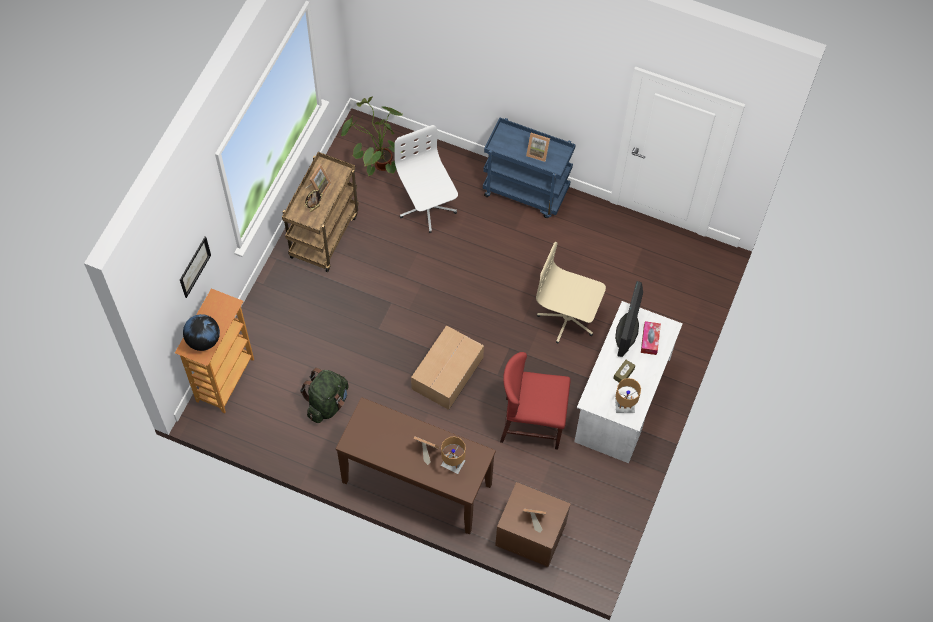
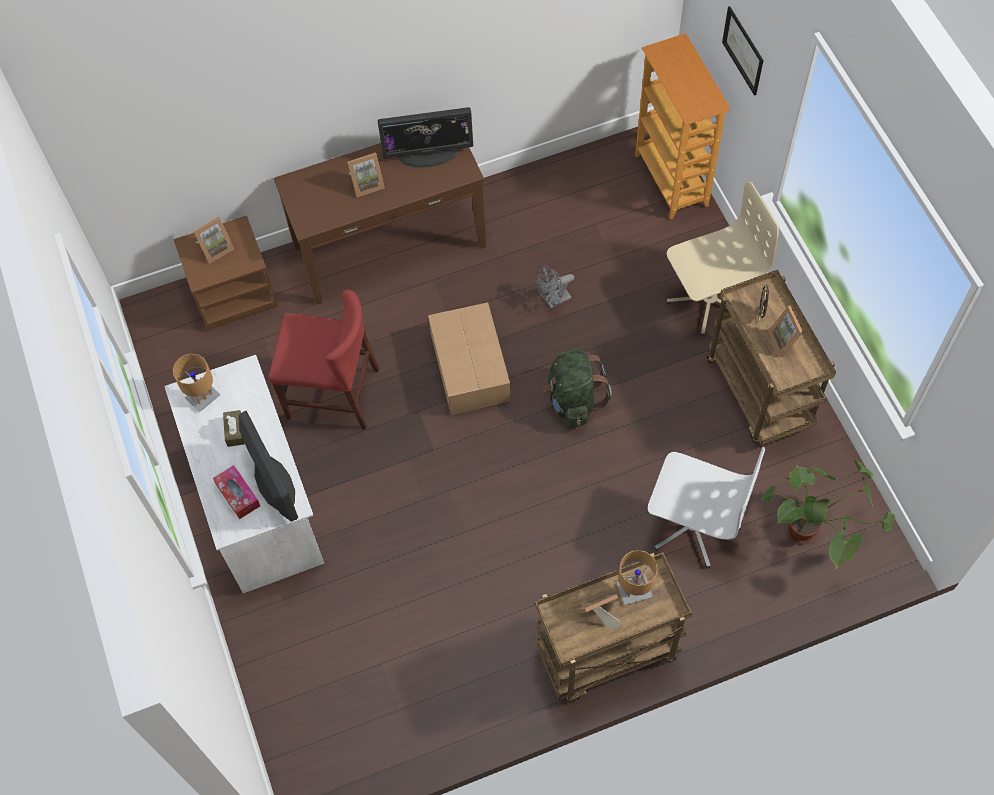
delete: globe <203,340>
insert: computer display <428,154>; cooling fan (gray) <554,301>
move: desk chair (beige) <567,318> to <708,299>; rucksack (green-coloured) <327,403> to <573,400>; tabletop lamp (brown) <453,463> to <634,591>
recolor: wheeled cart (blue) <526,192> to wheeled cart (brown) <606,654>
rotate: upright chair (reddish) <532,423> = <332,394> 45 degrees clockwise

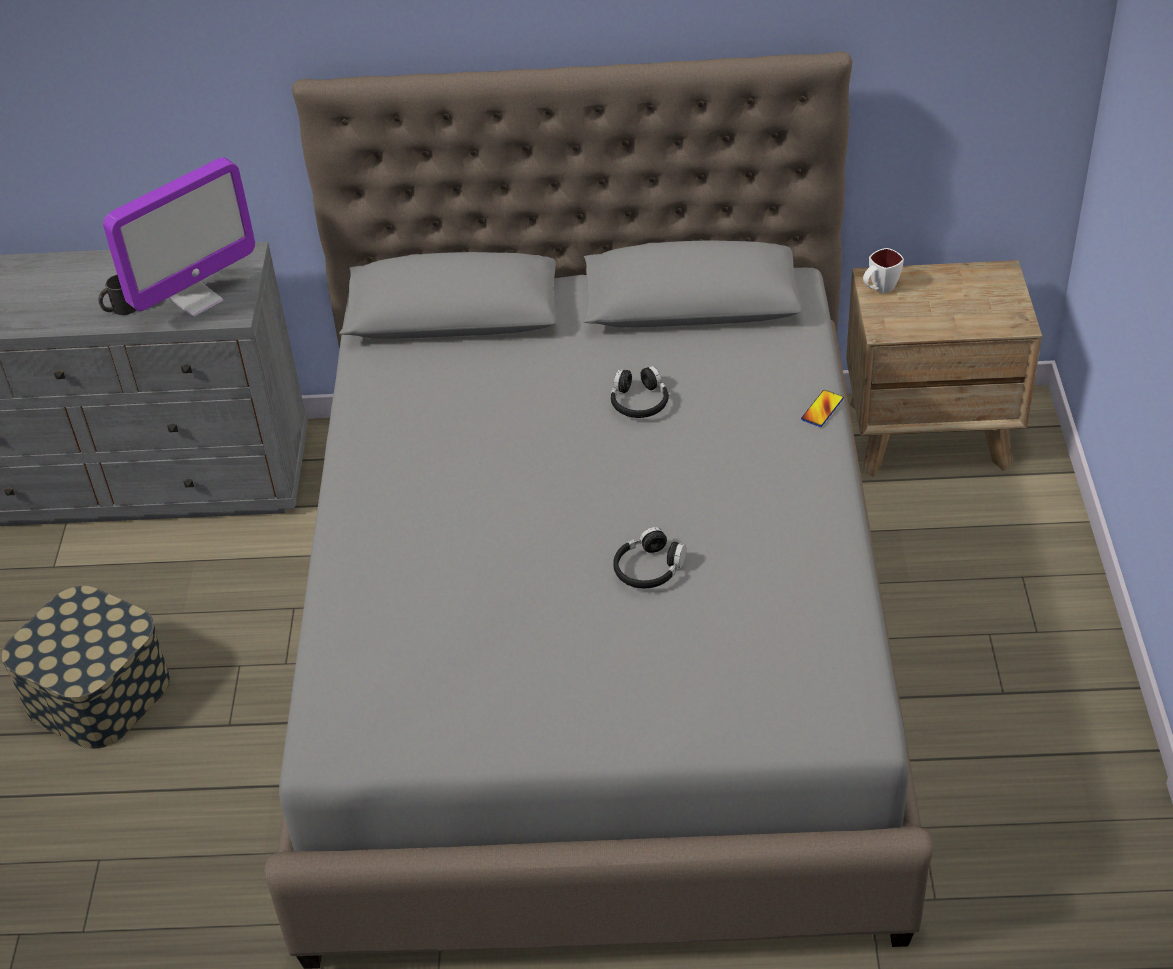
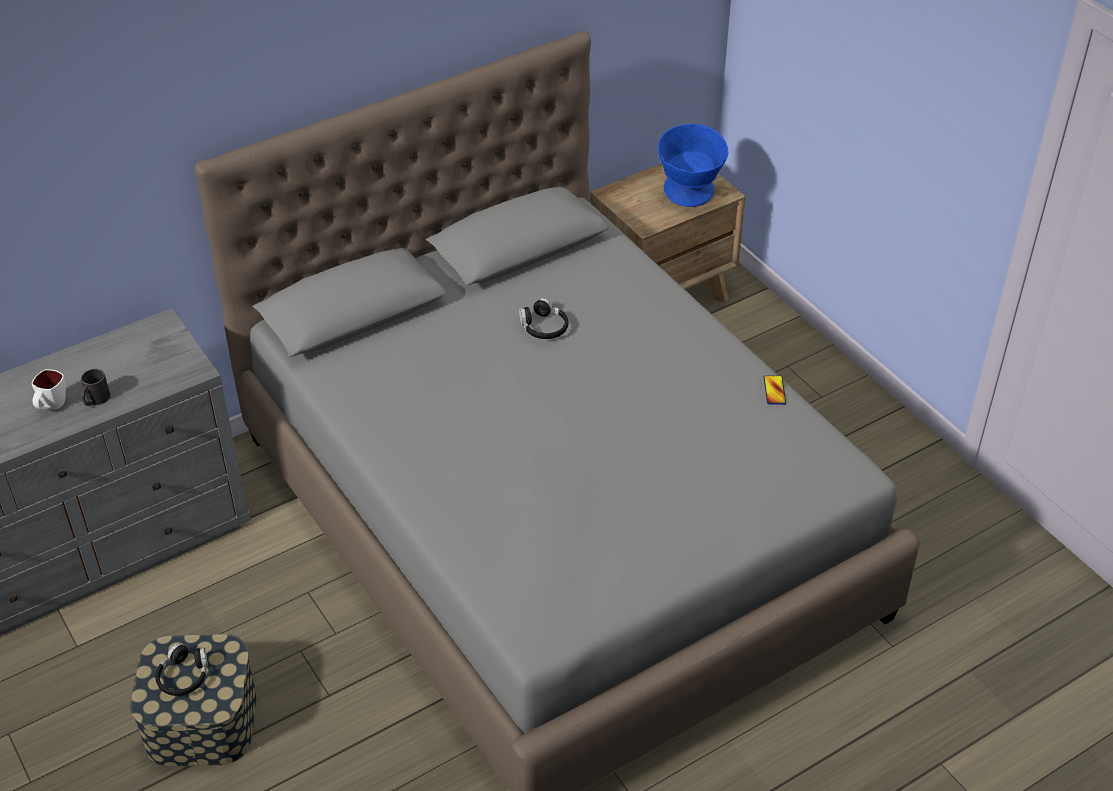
delete: computer display <197,300>
insert: deep dish (blue) <689,198>
move: mug (white-coloured) <879,289> to <52,407>; telephone <822,409> to <774,390>; pair of headphones (blackish) <649,569> to <184,676>

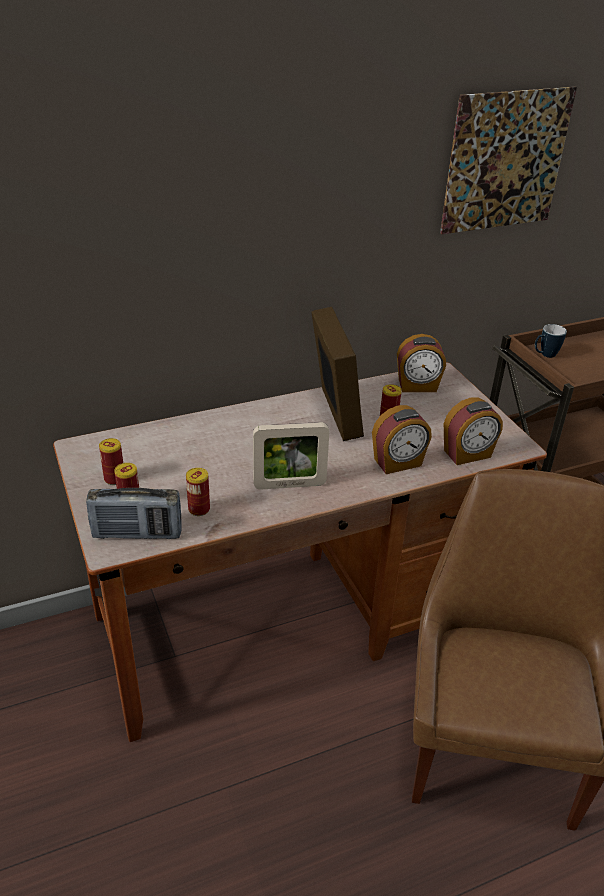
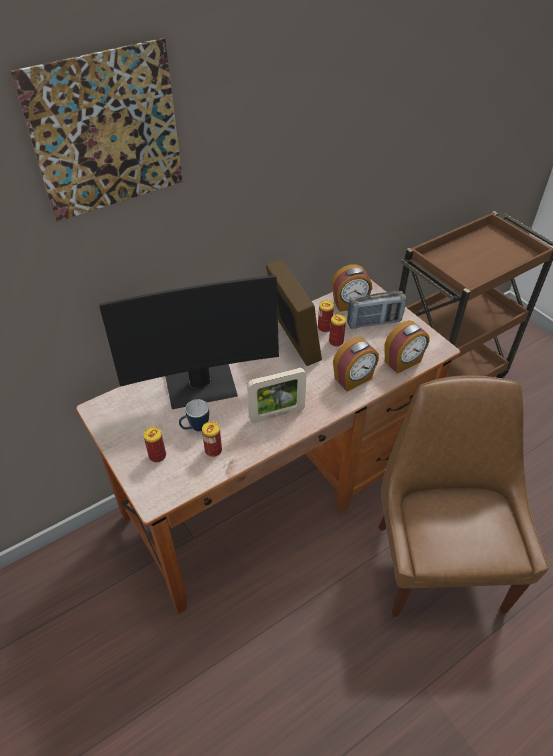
insert: computer display <201,385>
move: wall picture <505,161> to <107,132>; mug <544,355> to <195,428>; sealed can <114,479> to <324,327>; radio set <137,533> to <374,322>

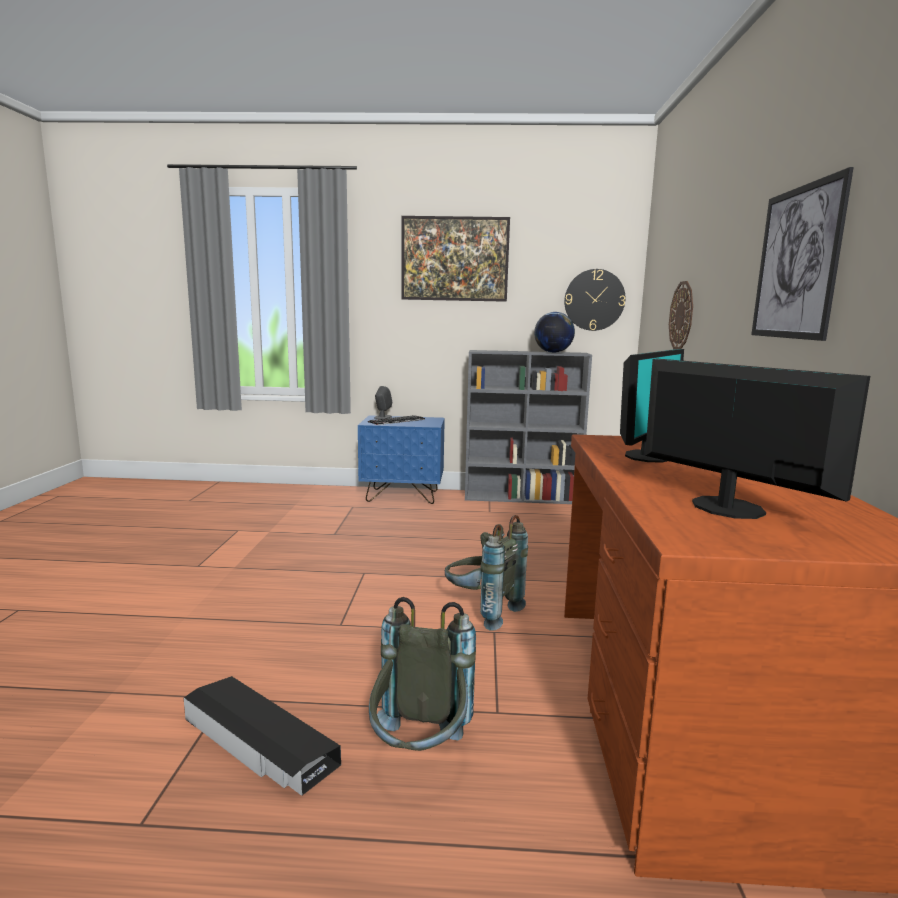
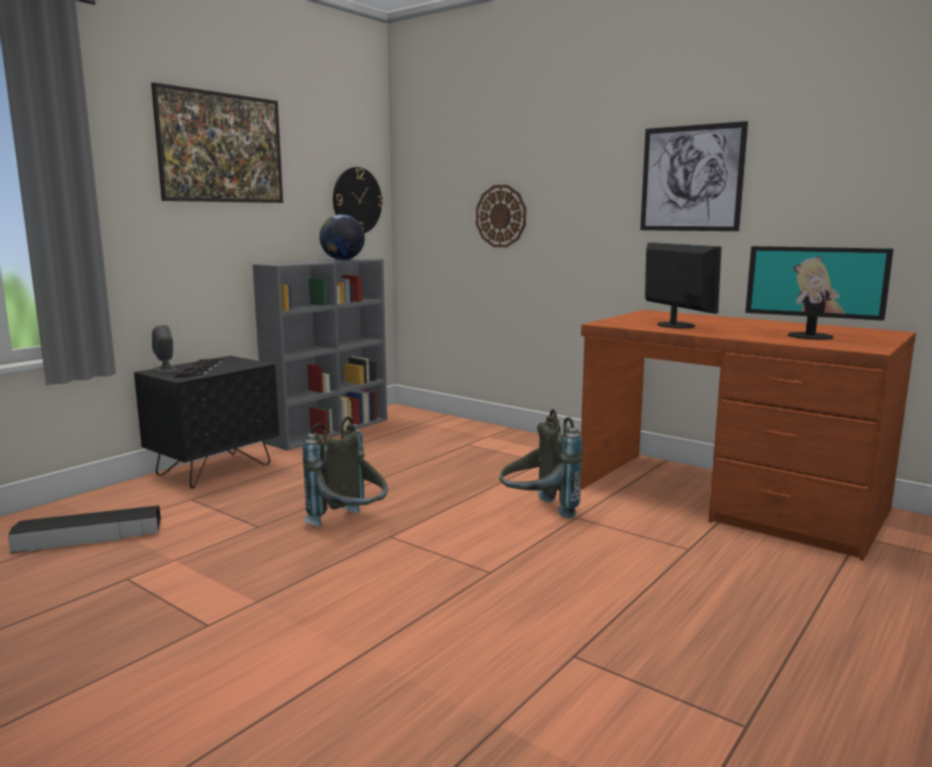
move: rucksack (gray) <419,754> to <351,526>; storage box (blackish) <259,742> to <90,536>
recolor: night table (blue) <403,496> to night table (blackish) <214,470>
rotate: computer display <726,508> = <810,336> 150 degrees counterclockwise

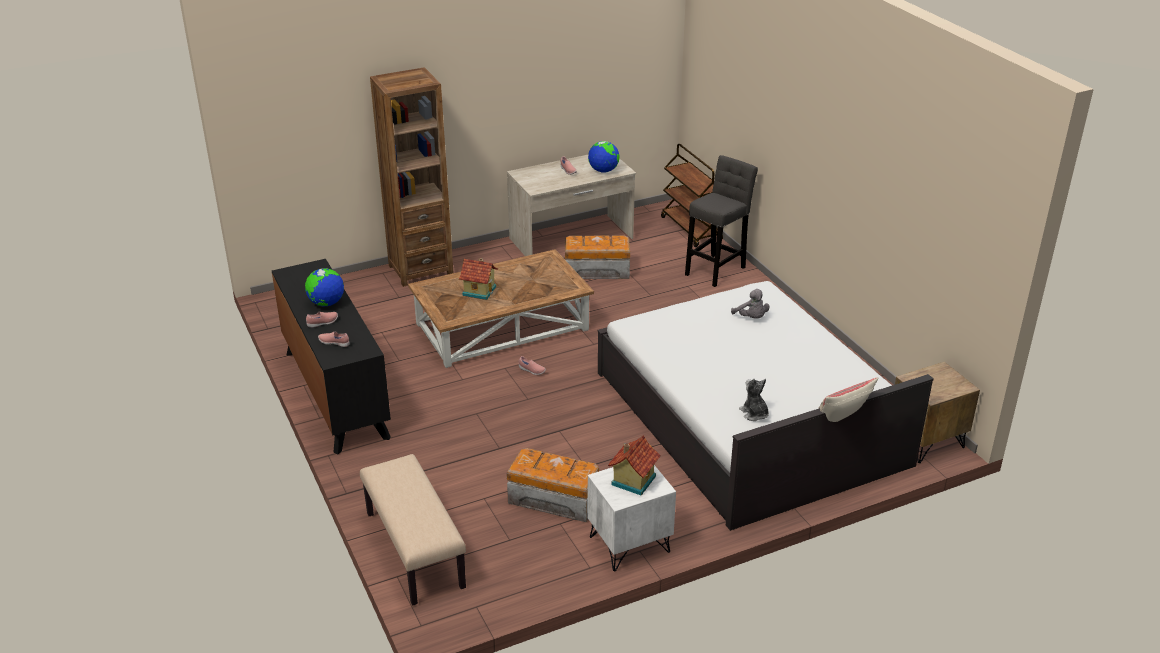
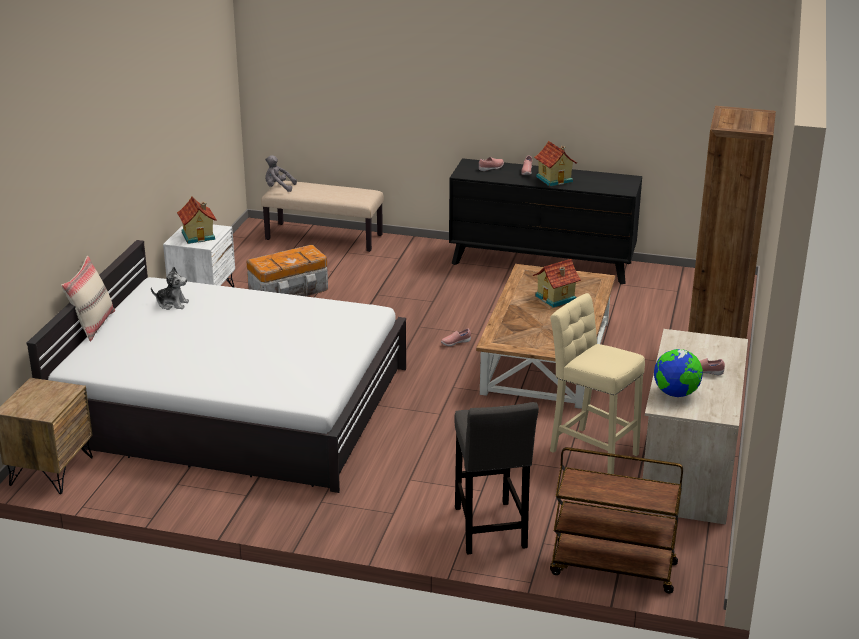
move: soft toy (gray) <751,318> to <278,187>
replace: storage box <596,271> to stool (beige) <590,450>; globe <326,303> to model house <555,179>

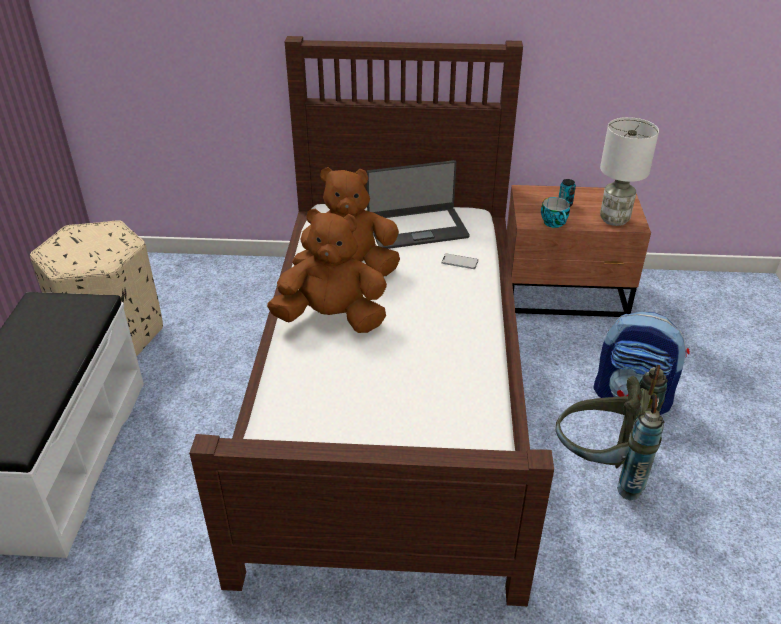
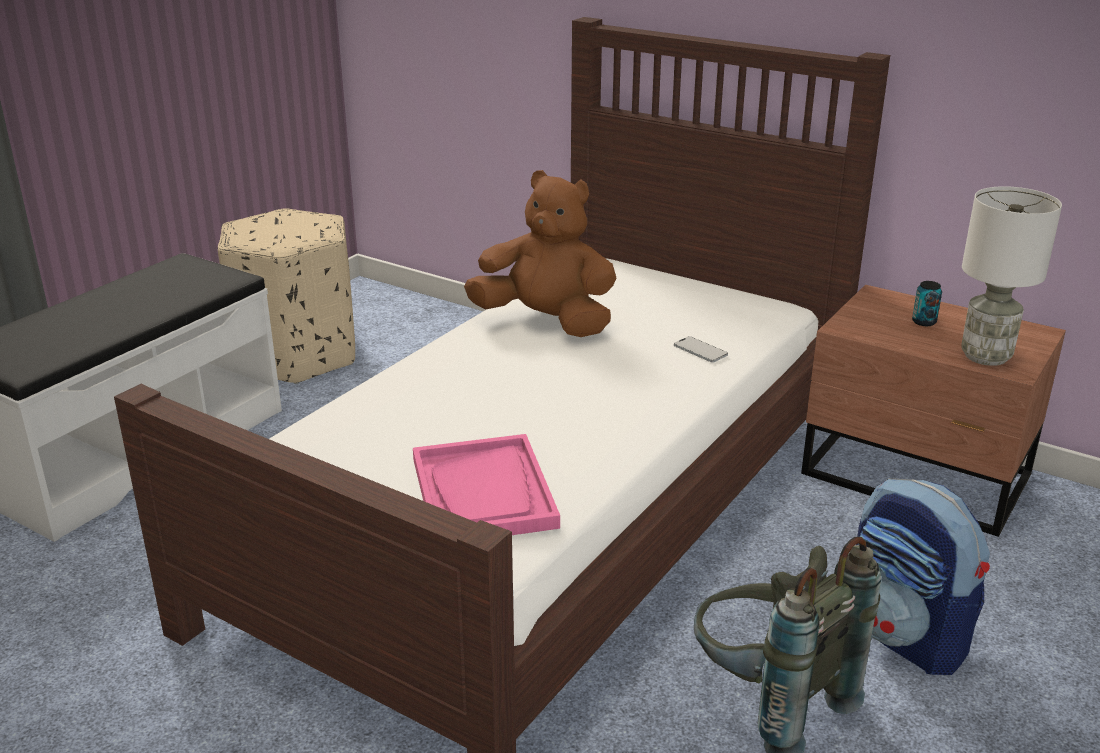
delete: laptop <417,228>; cup <555,223>; soft toy (brown) <332,319>
insert: tray (pink) <483,493>

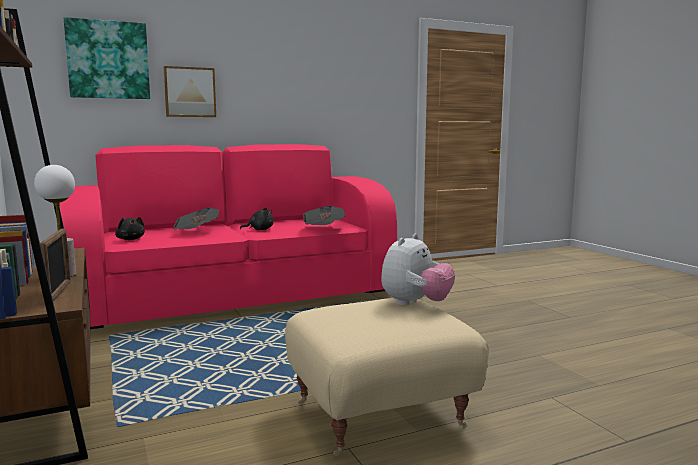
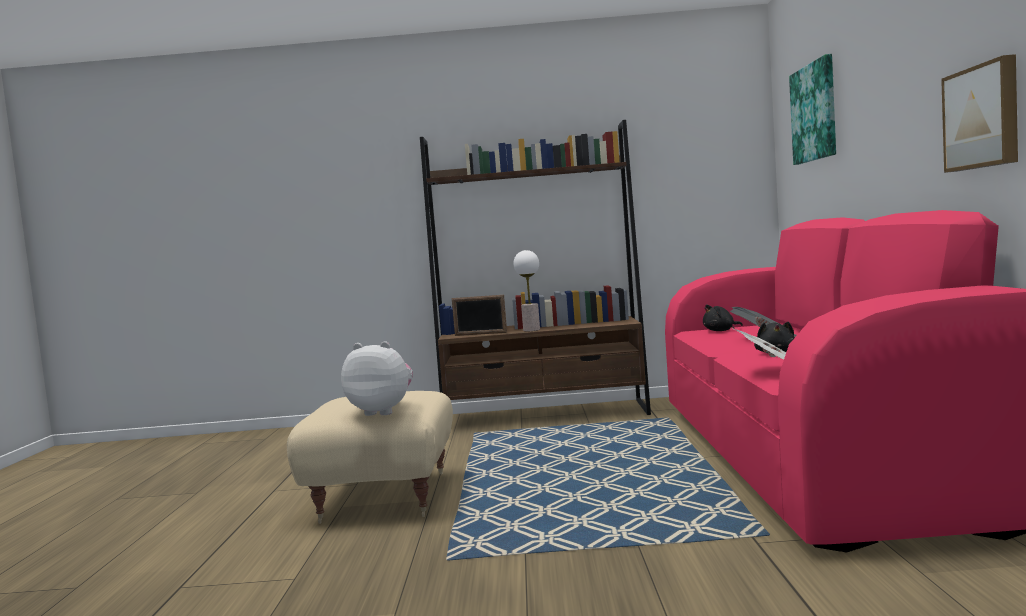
move: wall picture <189,92> to <983,117>
rotate: soft toy <415,304> = <382,411> 135 degrees clockwise

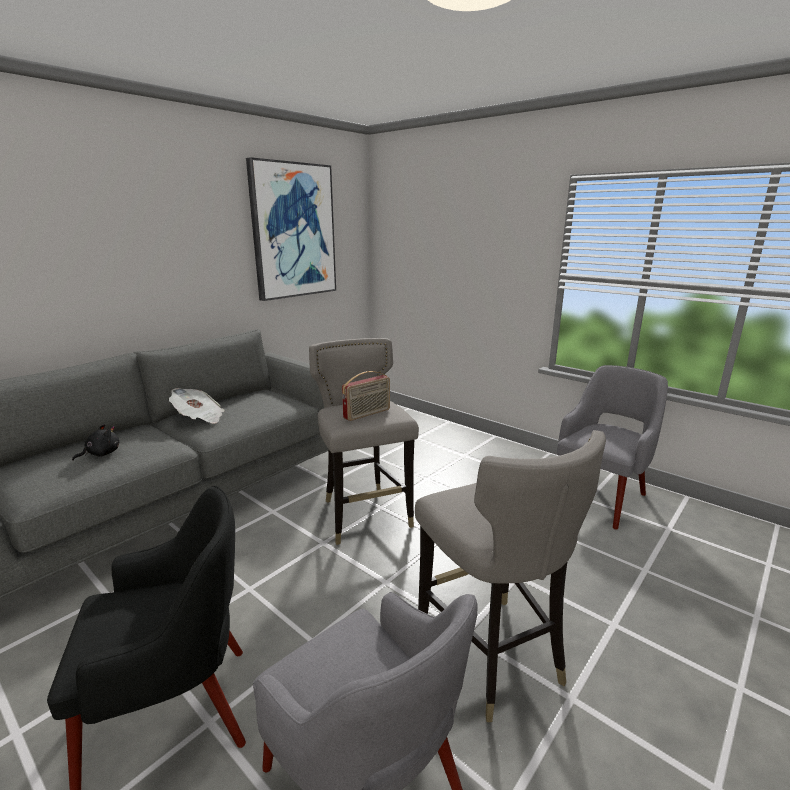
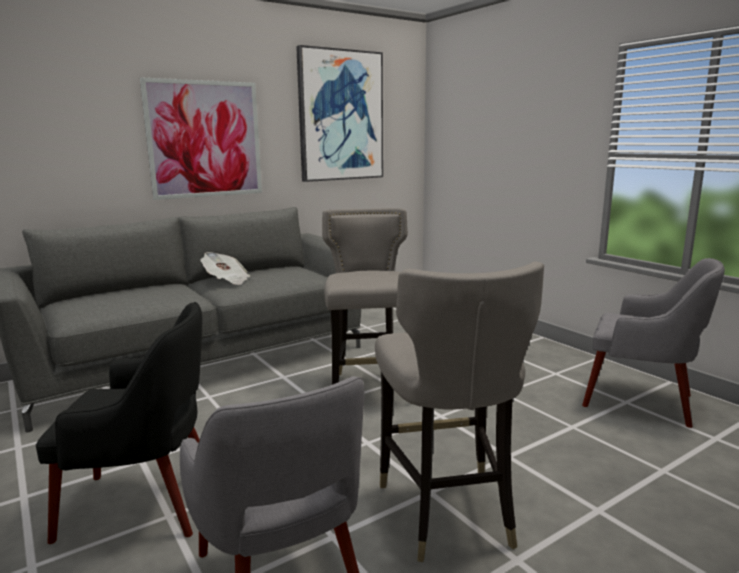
delete: radio set <367,414>; soft toy (blackish) <101,454>
insert: wall picture <205,139>
rotate: lounge chair (gray) <600,497> = <641,401> 60 degrees clockwise

